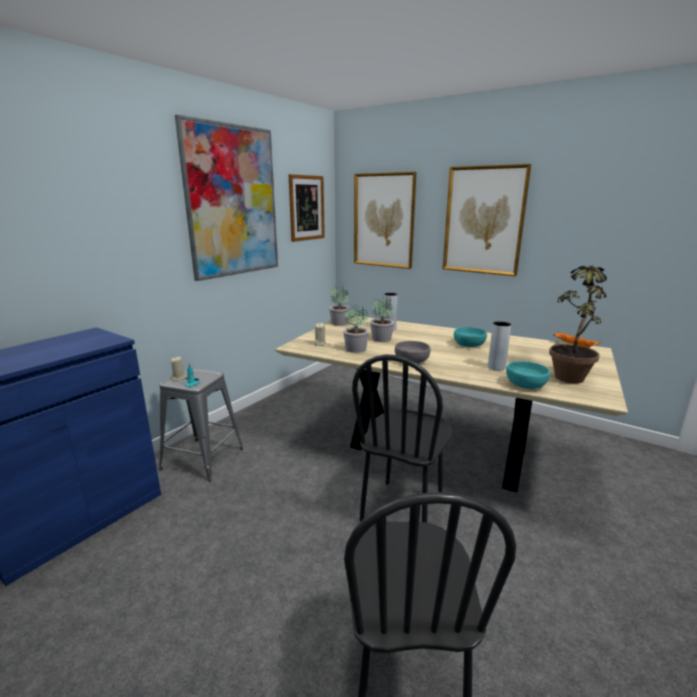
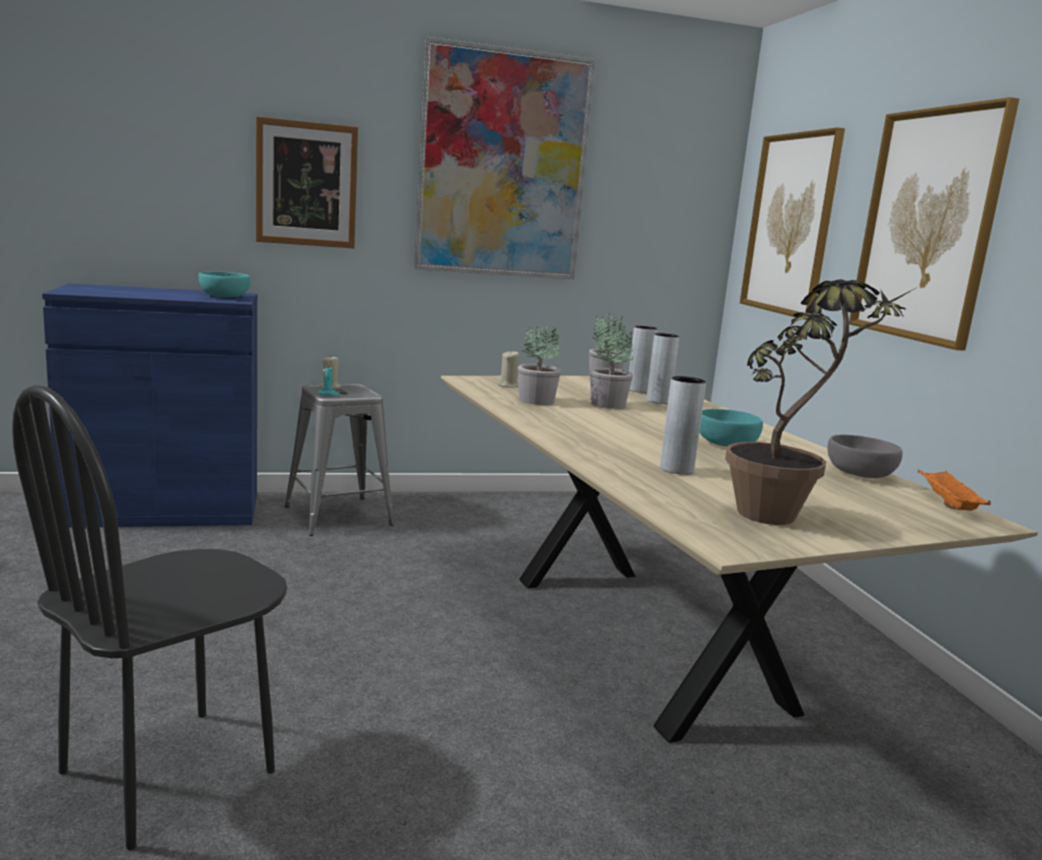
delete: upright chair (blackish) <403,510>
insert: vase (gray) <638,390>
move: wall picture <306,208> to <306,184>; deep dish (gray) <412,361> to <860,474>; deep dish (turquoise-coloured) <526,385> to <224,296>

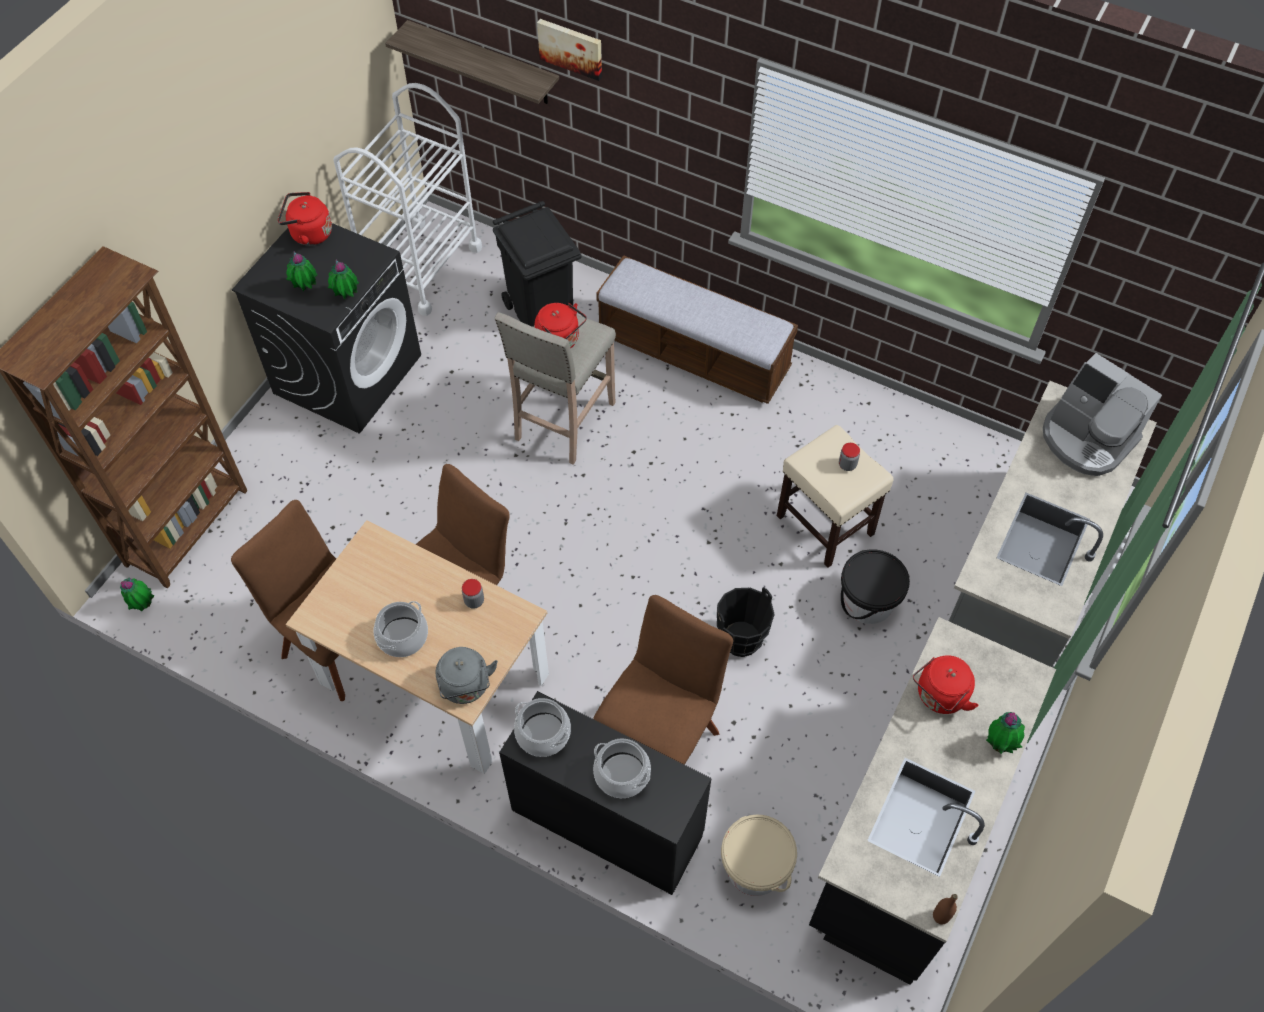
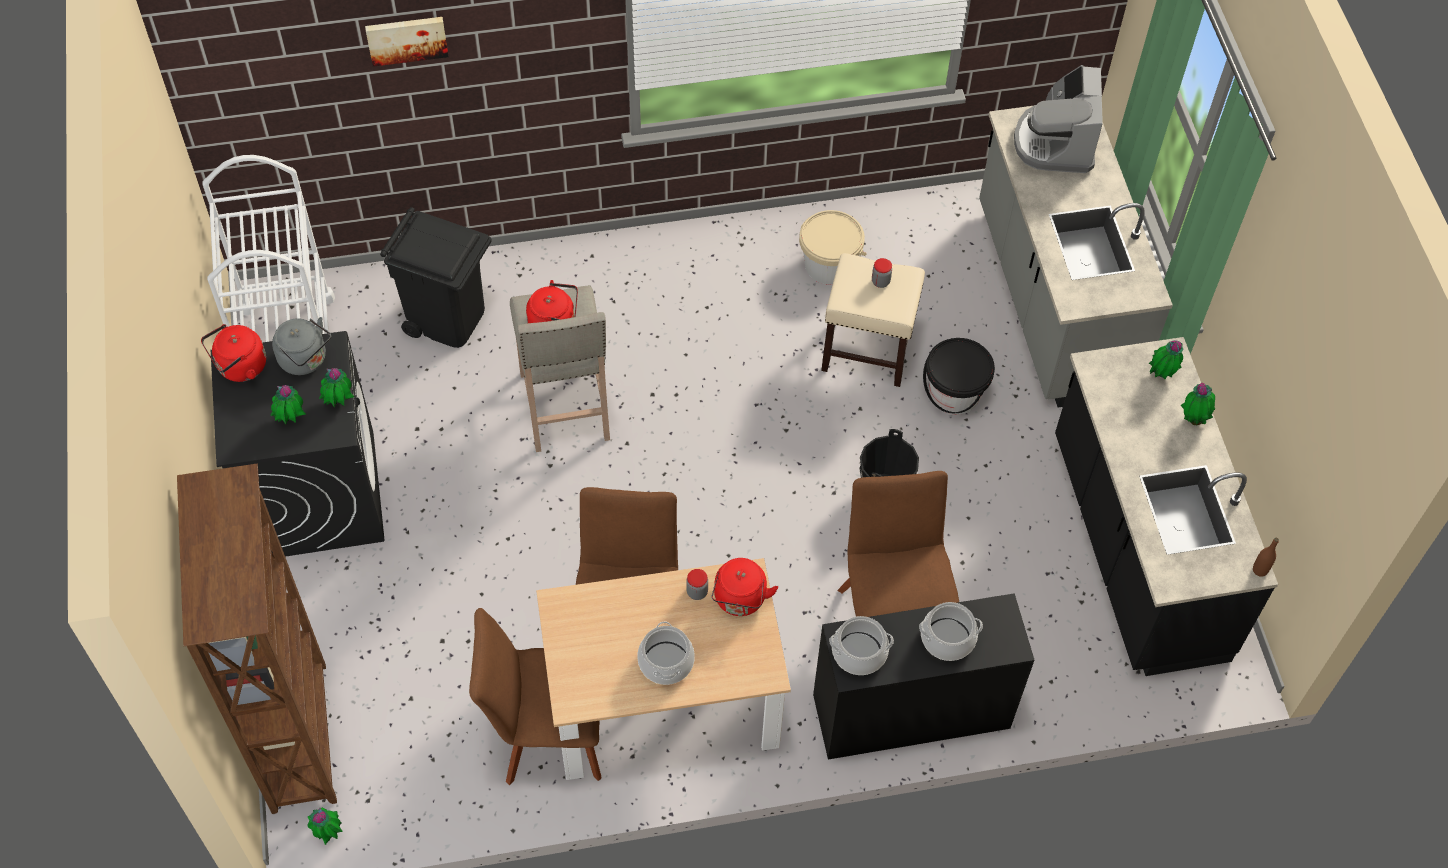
delete: bracket shelf <483,63>; bench <693,353>
insert: houseplant <1161,375>
move: water kettle (gray) <466,687> to <306,360>; water kettle (reddish) <939,696> to <740,600>; bucket (beige) <755,868> to <829,265>
rotate: coffee machine <1086,439> = <1055,142> 90 degrees clockwise

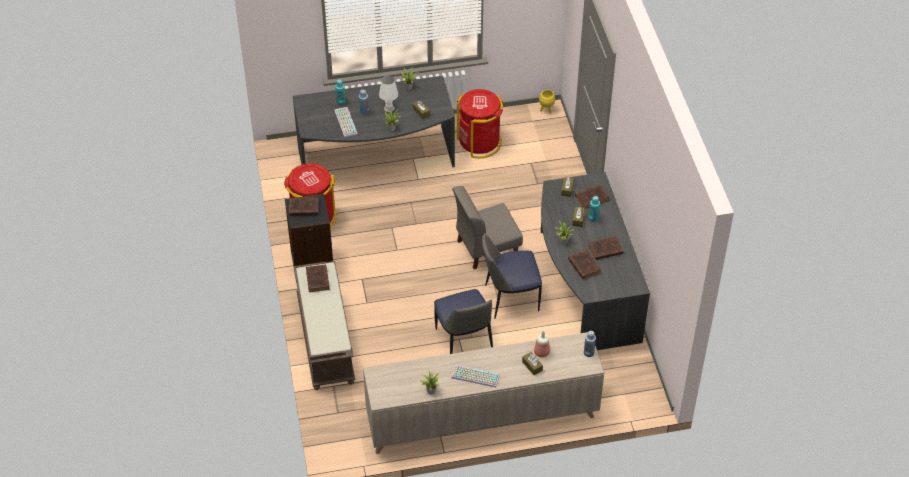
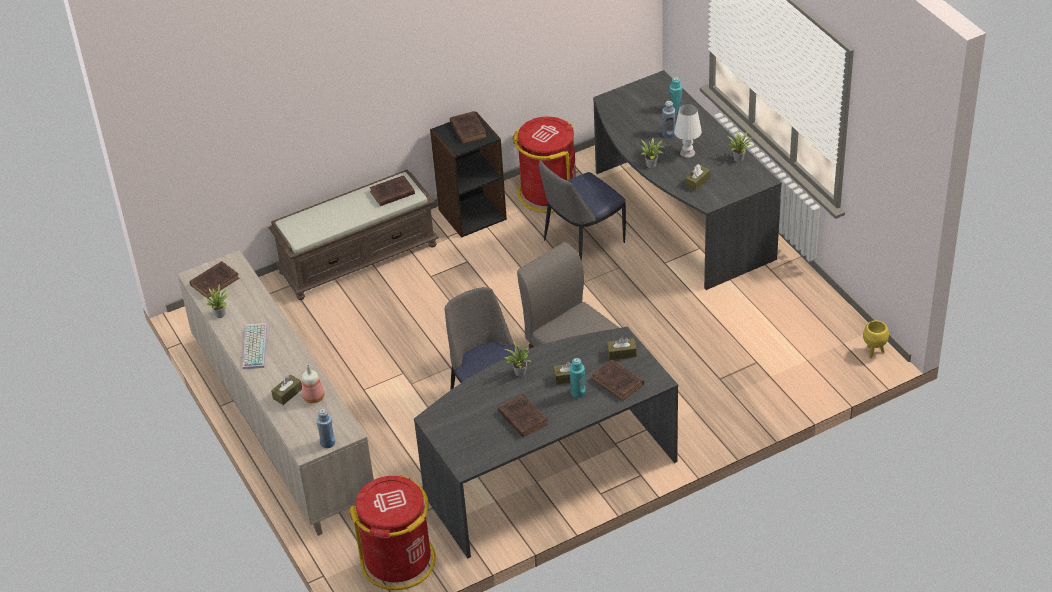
delete: keyboard <345,122>
move: waste bin (reddish) <479,142> to <399,561>; volume (brown) <583,265> to <216,281>; upright chair <464,342> to <582,243>

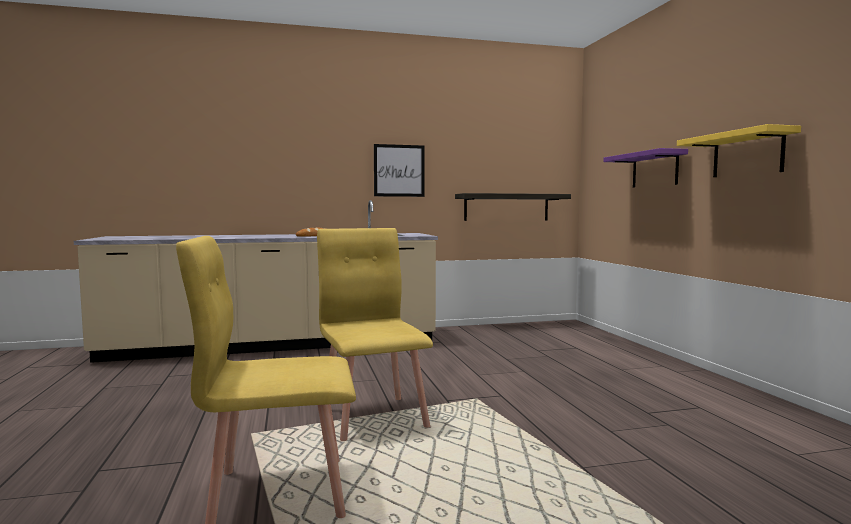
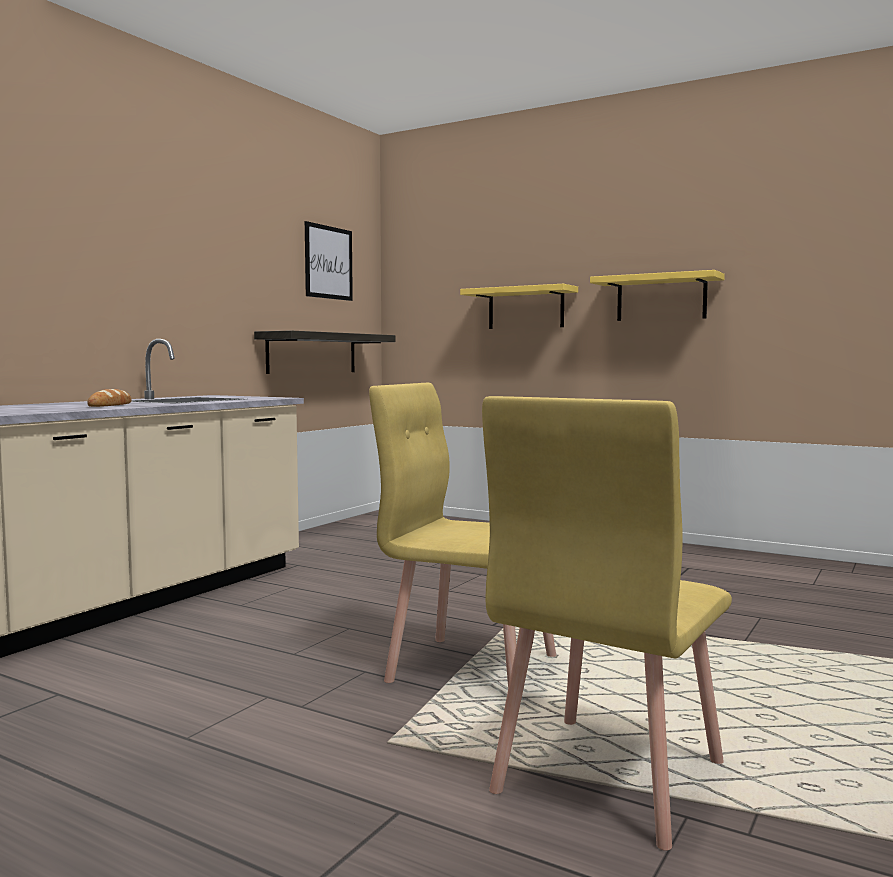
move: wall picture <399,170> to <328,262>
recolor: bracket shelf (purplish) <655,170> to bracket shelf (yellow) <526,308>

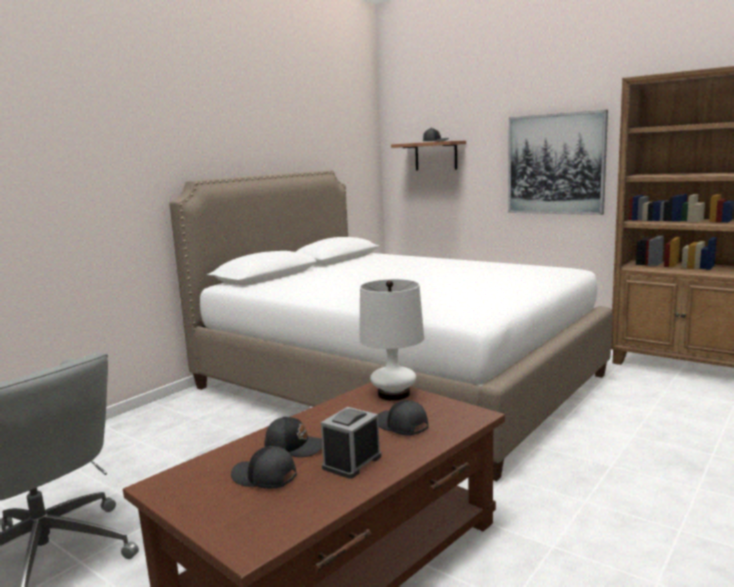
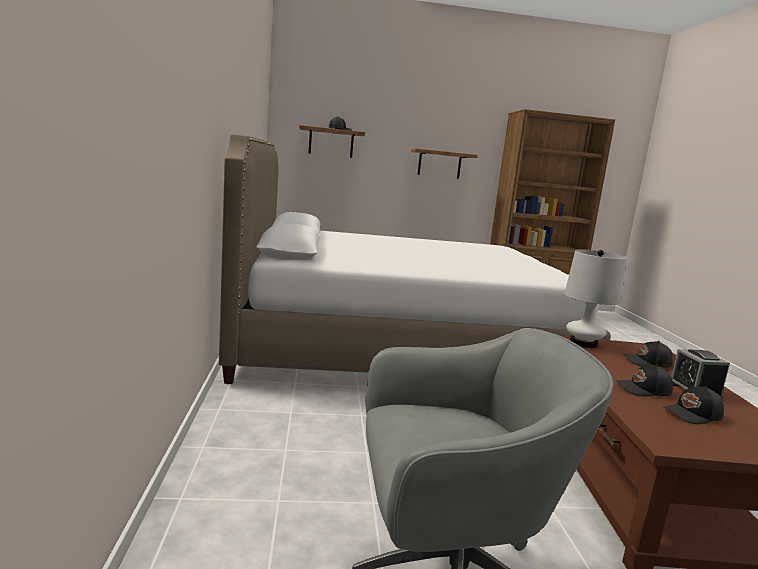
replace: wall picture <555,164> to bracket shelf <439,164>
rotate: cap (blackish) <295,446> = <643,390> 150 degrees counterclockwise

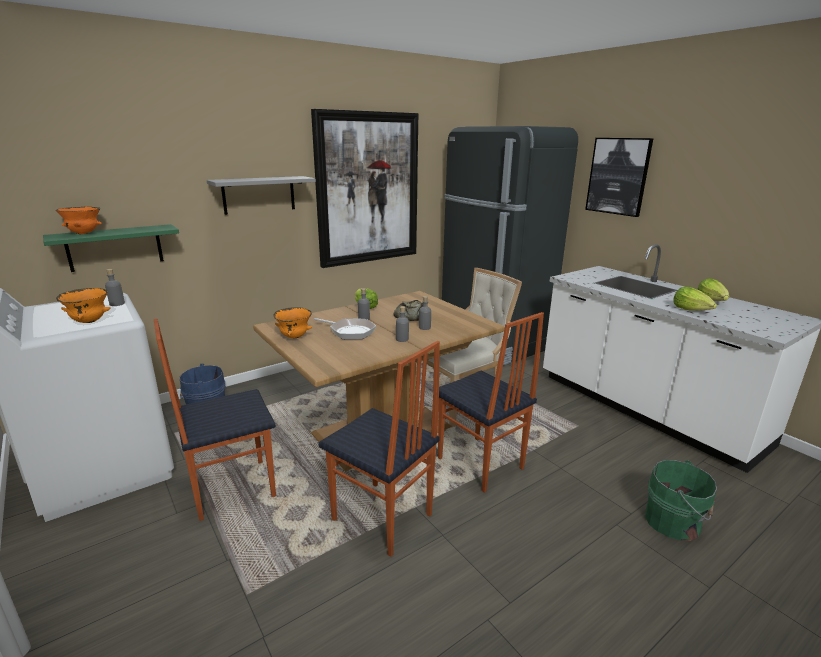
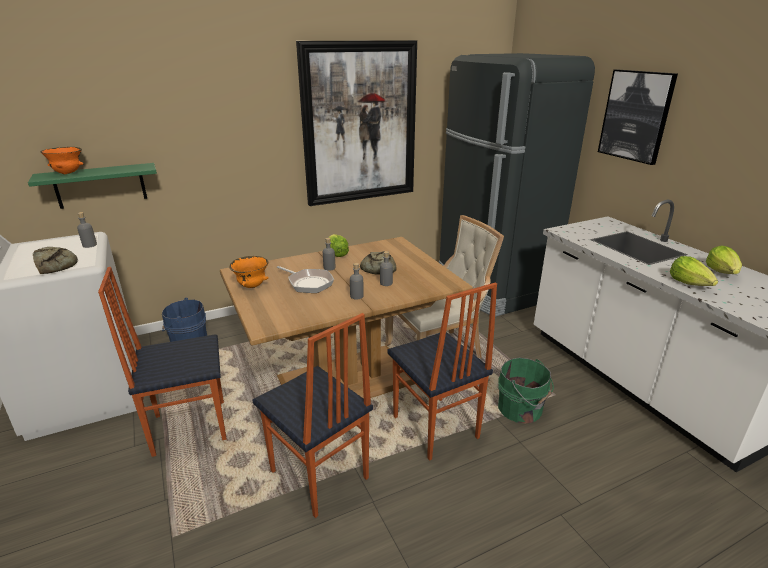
delete: bracket shelf (gray) <259,195>
move: bucket (green-coloured) <675,522> to <521,409>
replace: deep dish (orangey) <89,322> to baked bread <56,265>

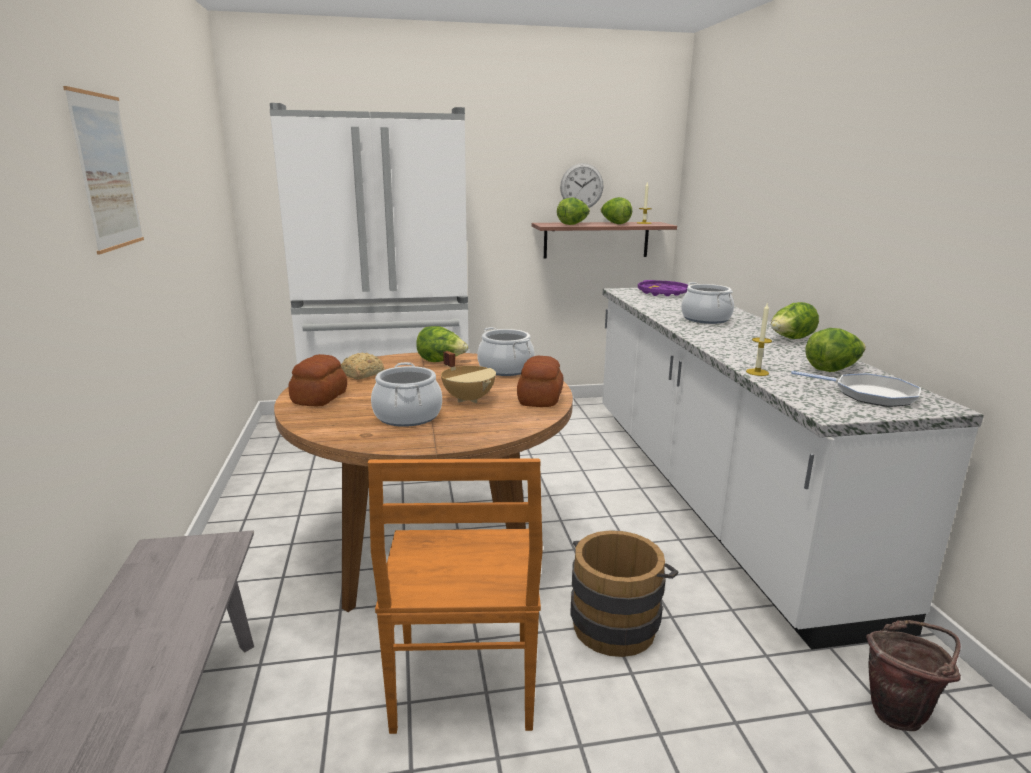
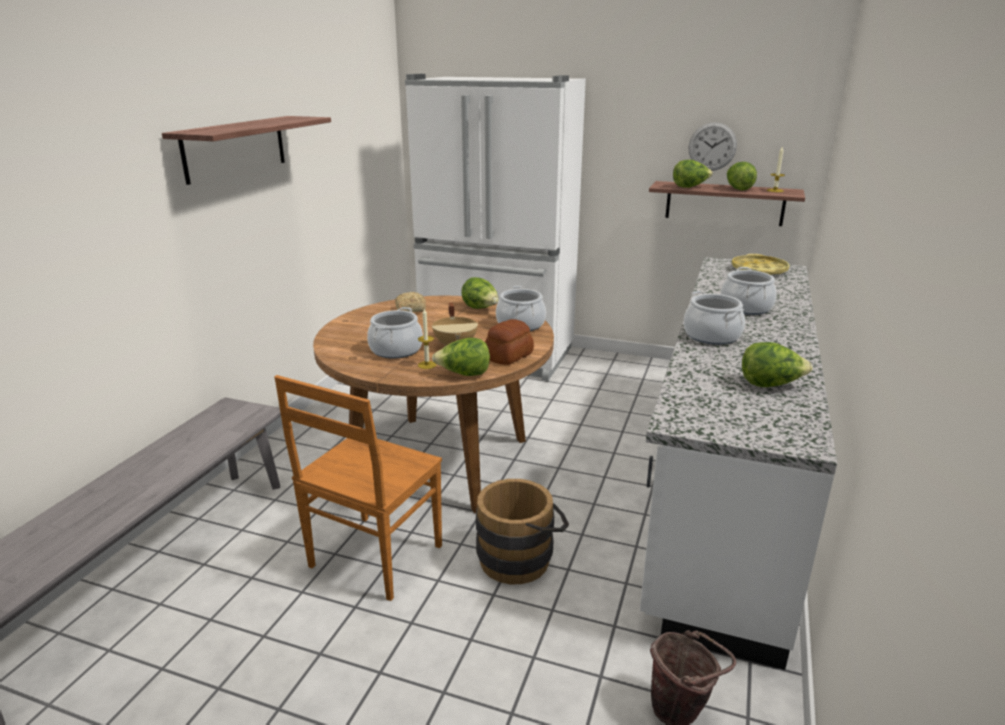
delete: baked bread <320,397>; pan <869,395>
insert: stockpot <711,336>
move: lettuce head <790,339> to <464,374>; wax light <757,372> to <427,365>
replace: wall picture <107,172> to bracket shelf <235,148>
recolor: tray (purplish) <663,293> to tray (yellow) <759,270>

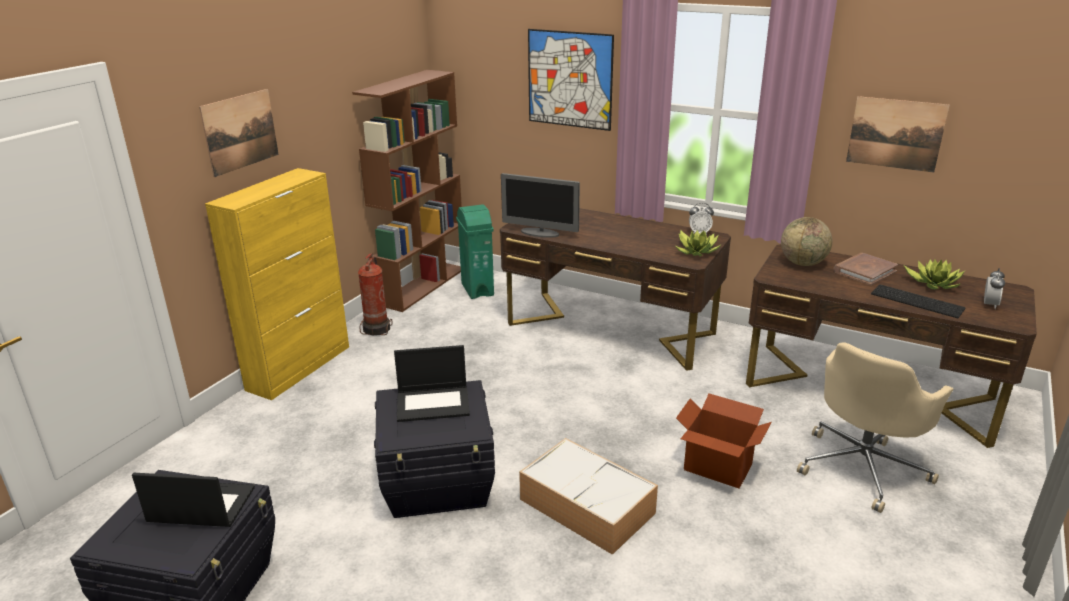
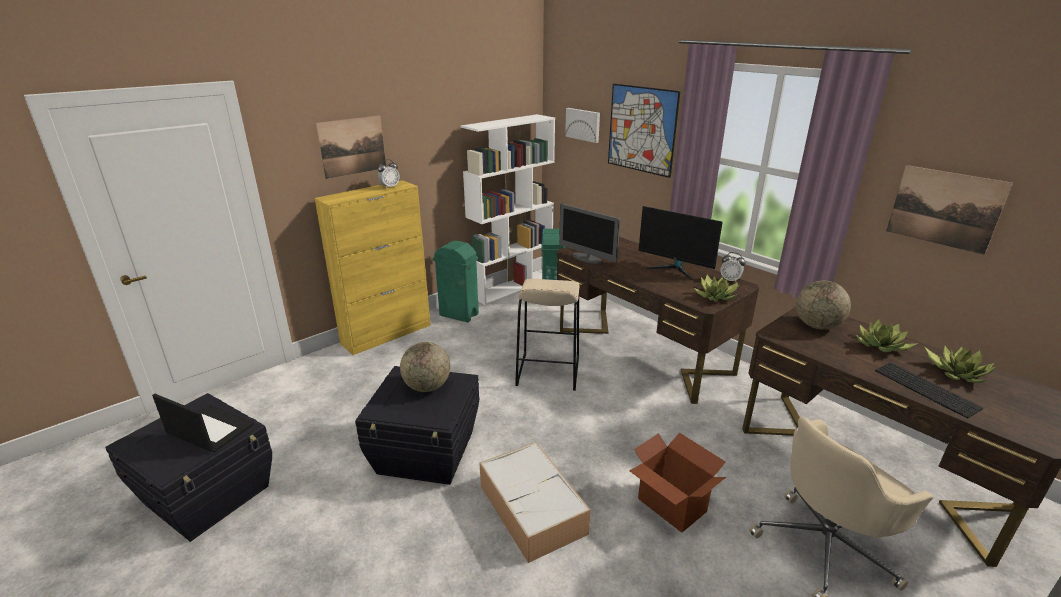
insert: wall picture <583,124>; computer display <675,269>; stool (beige) <548,372>
move: alarm clock <989,304> to <389,187>
replace: extinguisher <377,328> to waste bin (green-coloured) <459,315>; volume (brown) <864,271> to houseplant <881,346>; laptop <434,403> to globe <427,387>
recolor: bookshelf (brown) <422,286> to bookshelf (white-coloured) <512,287>

